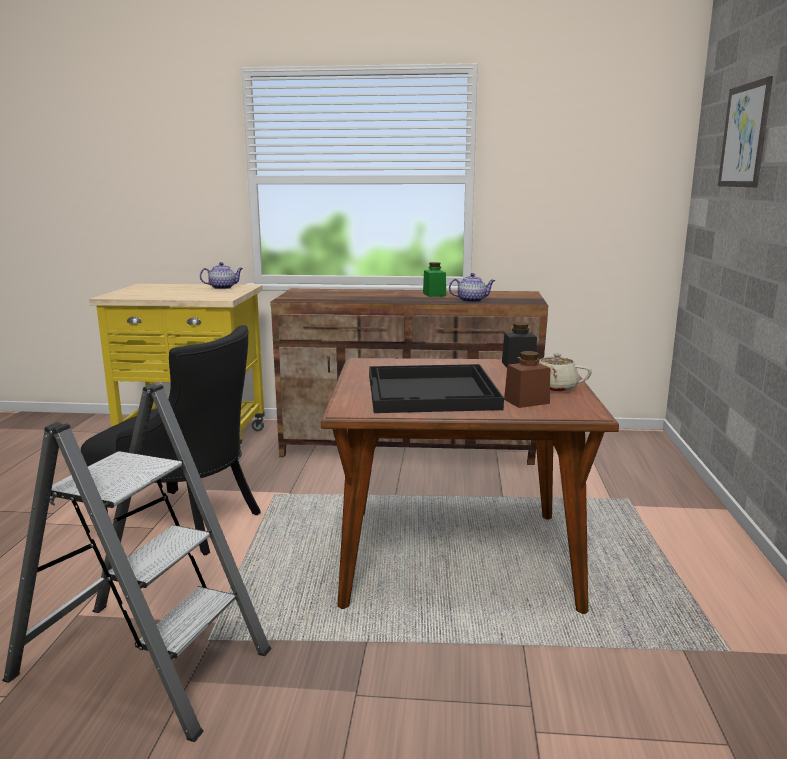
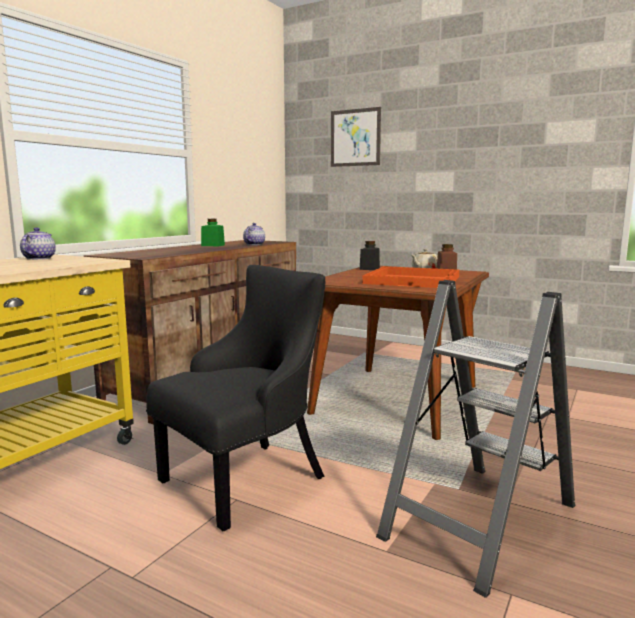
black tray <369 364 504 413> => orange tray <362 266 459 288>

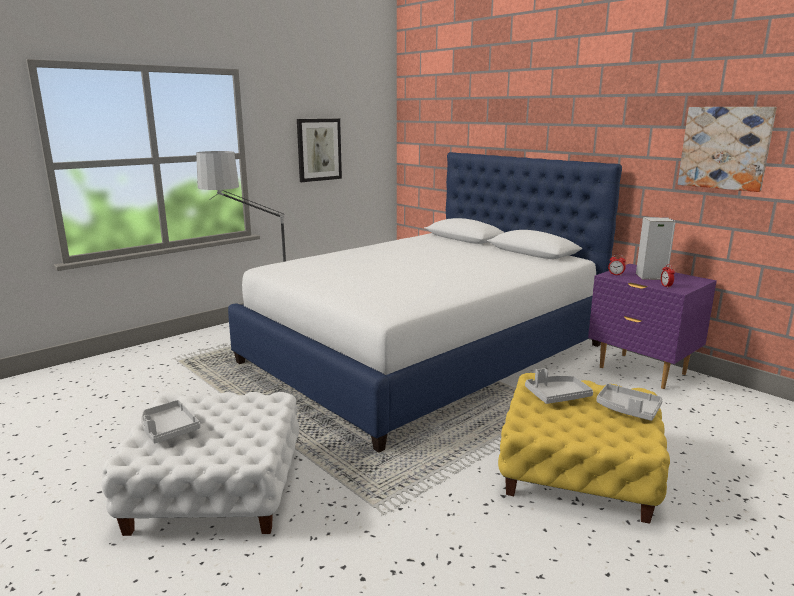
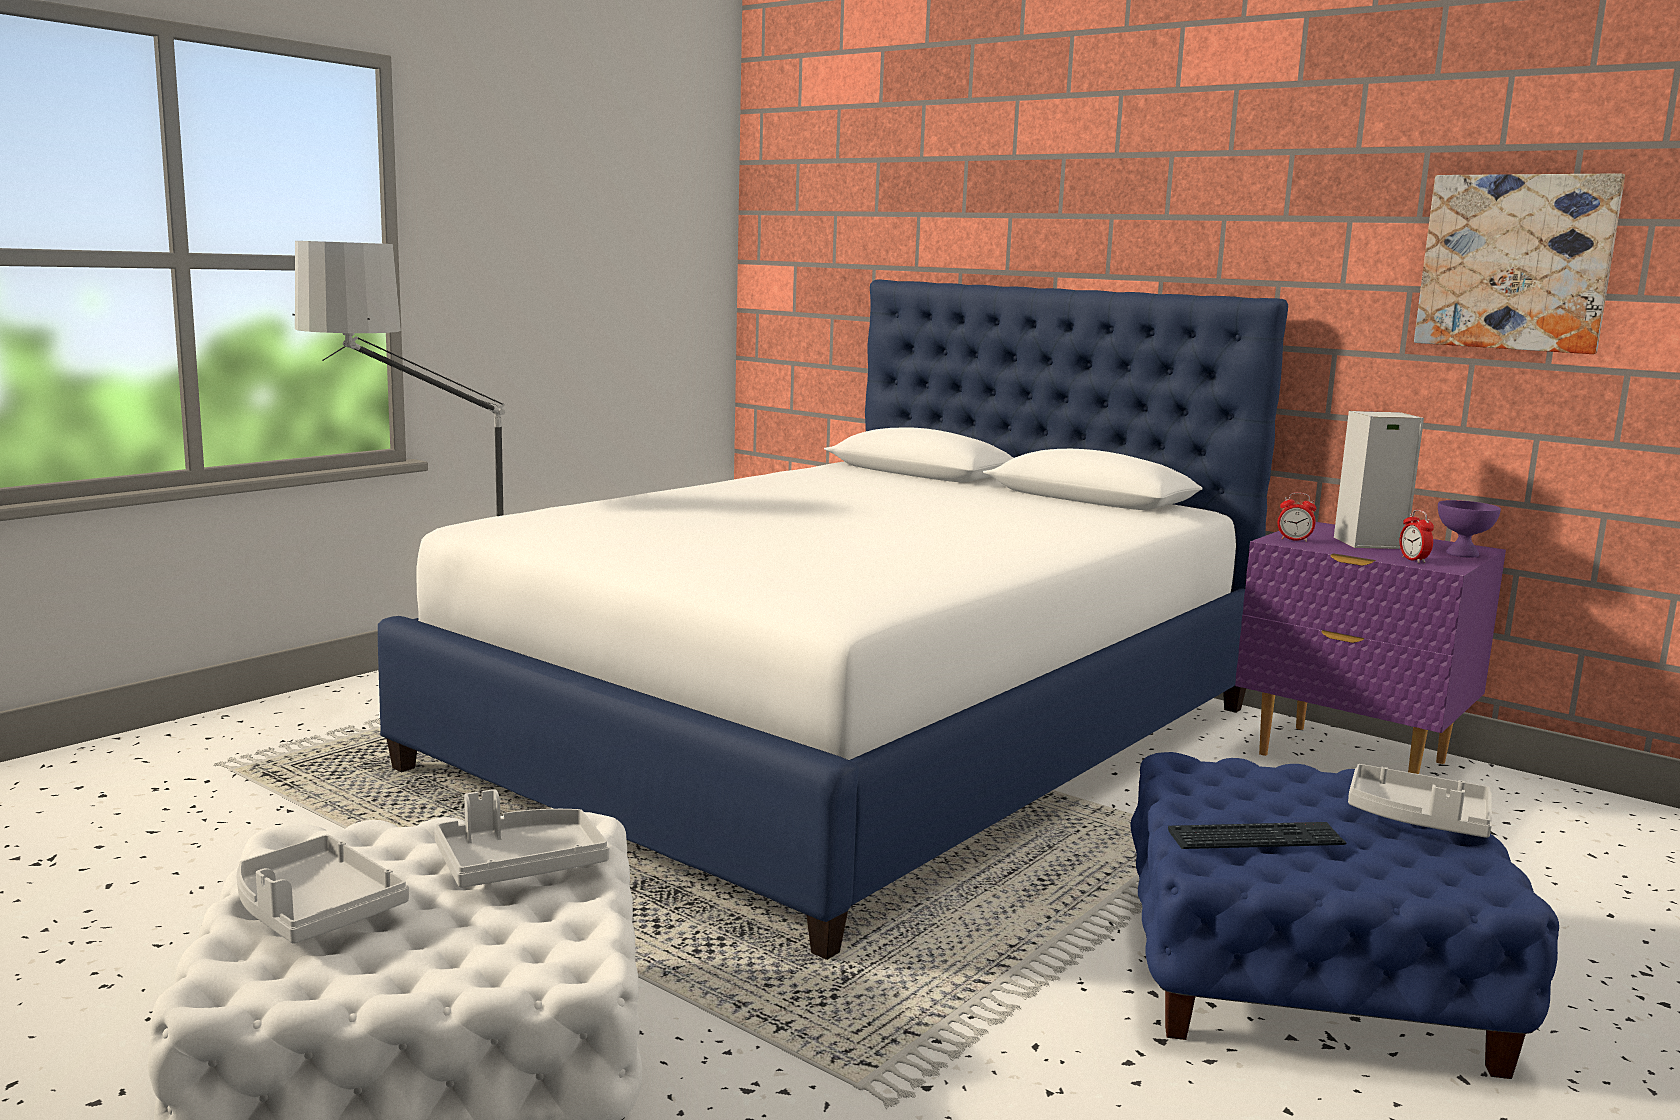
picture <297 119 342 182> => nothing
yellow ottoman <498 373 670 524> => blue ottoman <1130 752 1559 1079>
grey tray <525 368 593 404> => grey tray <434 789 609 888>, moved
nothing => keyboard <1168 822 1346 849>
nothing => purple bowl <1438 500 1501 558>

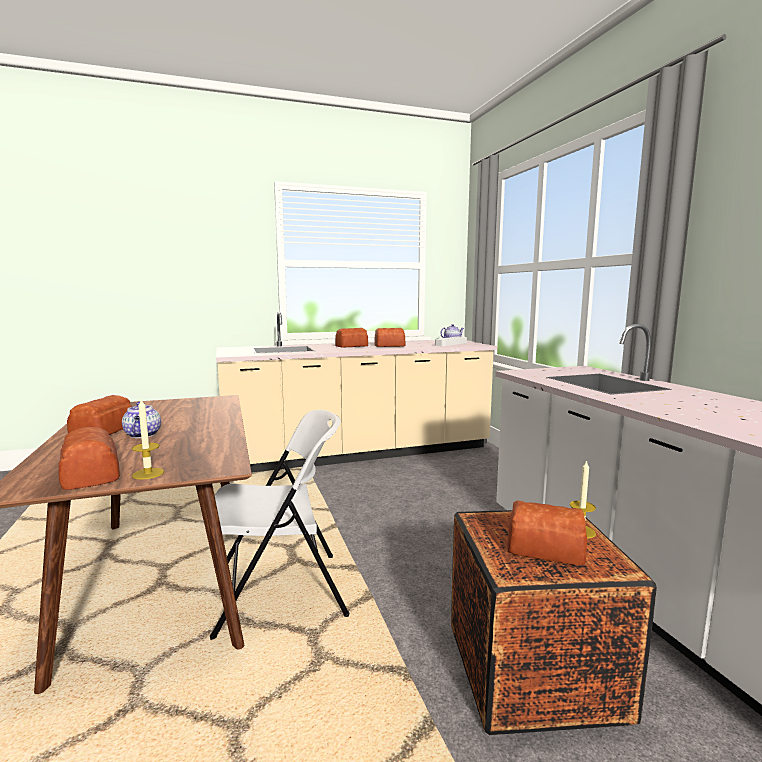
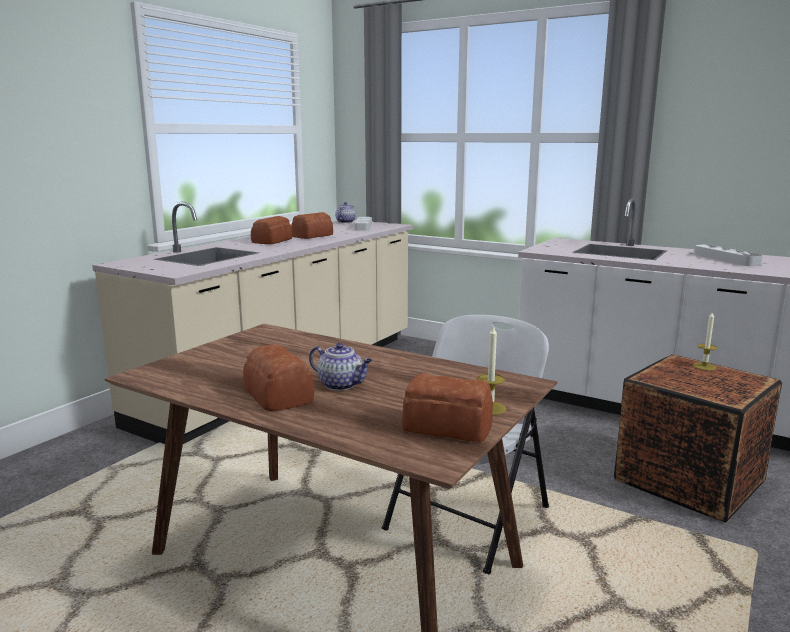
bread <507 500 587 565> => nothing
nothing => grey tray <694 244 763 266>

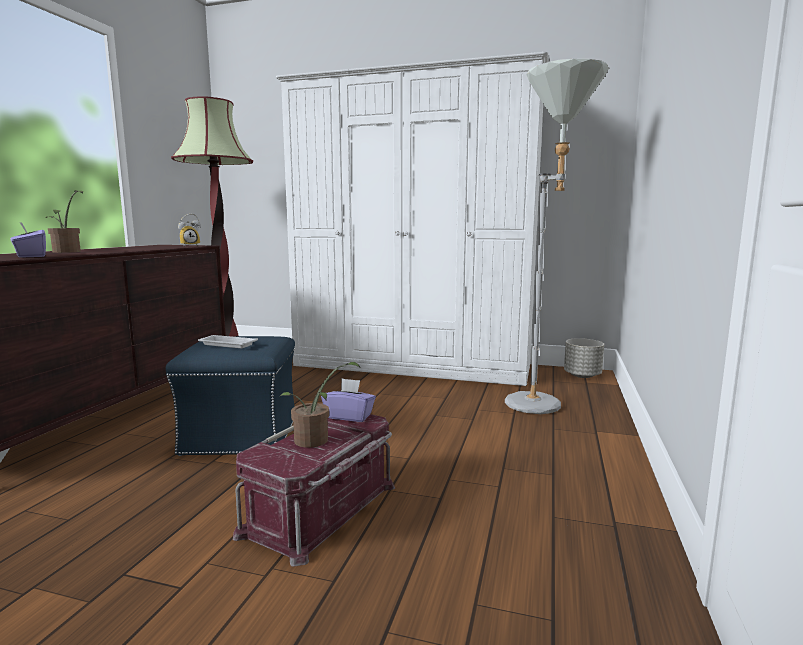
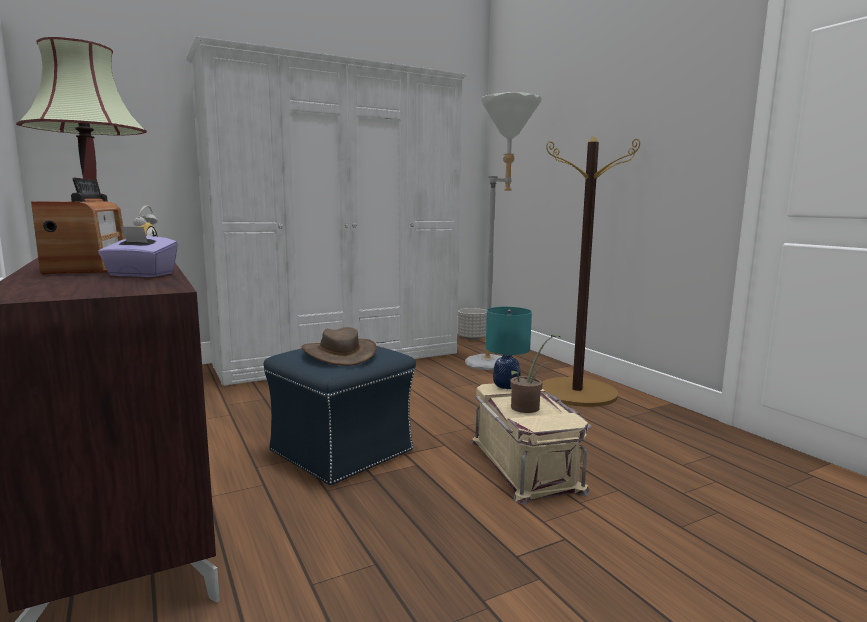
potted plant <46 190 83 253> => radio <31 177 125 274>
white tray <198 335 258 348> => brown hat <301 327 377 366>
red storage box <233 414 395 567> => beige storage box <471 383 591 504>
purple tissue box <321 378 376 422> => turquoise table lamp <486 307 532 389>
nothing => brown clothes rack <542 137 640 407>

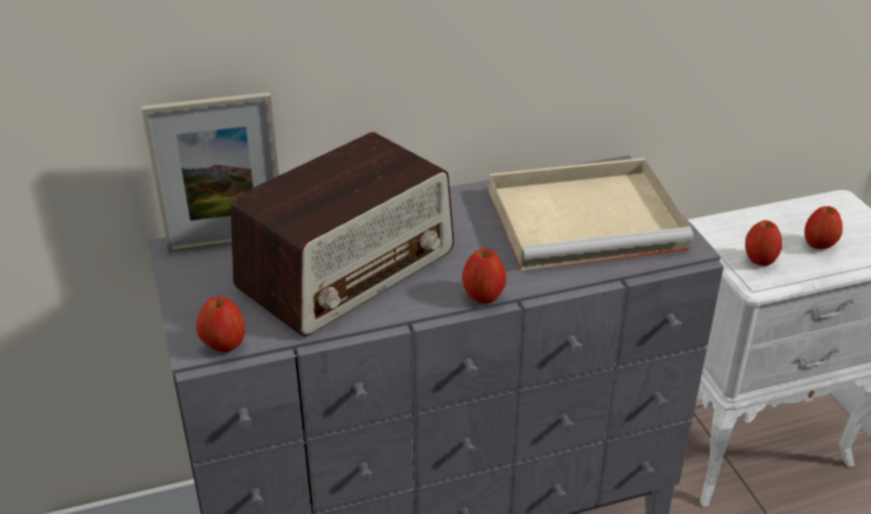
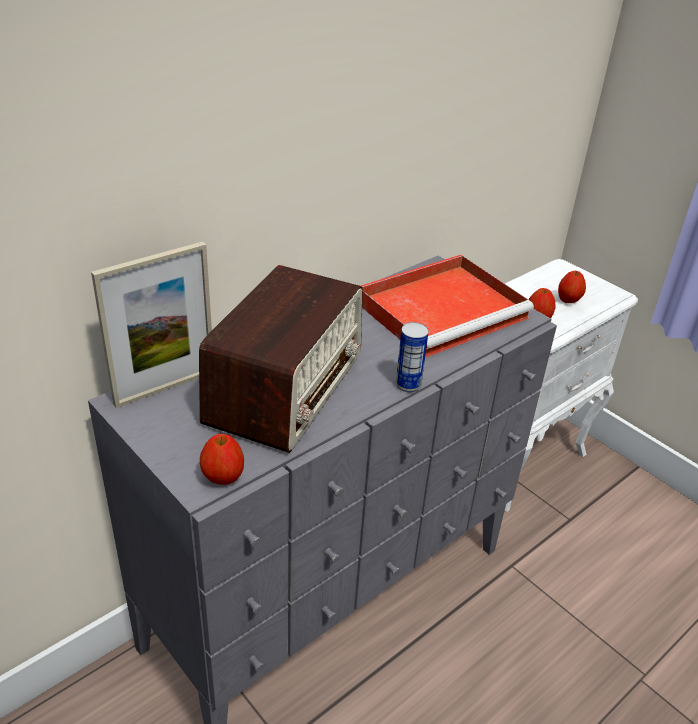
apple <462 248 506 304> => can <396 322 429 392>
beige tray <489 158 693 271> => red tray <361 255 534 358>

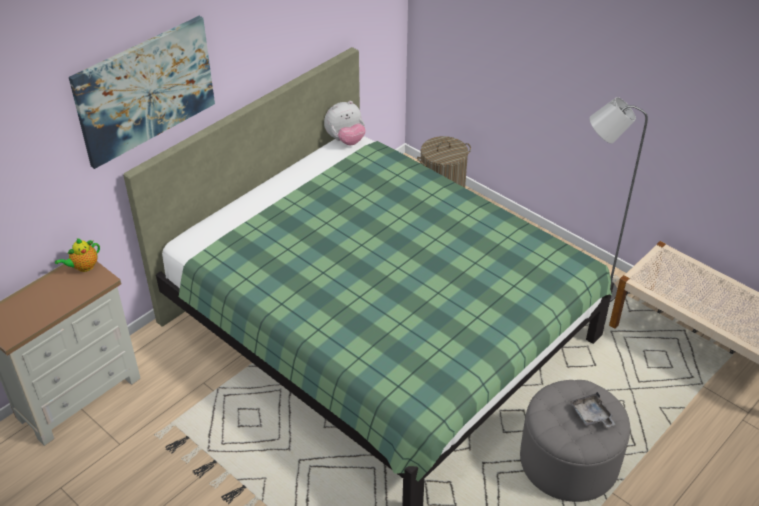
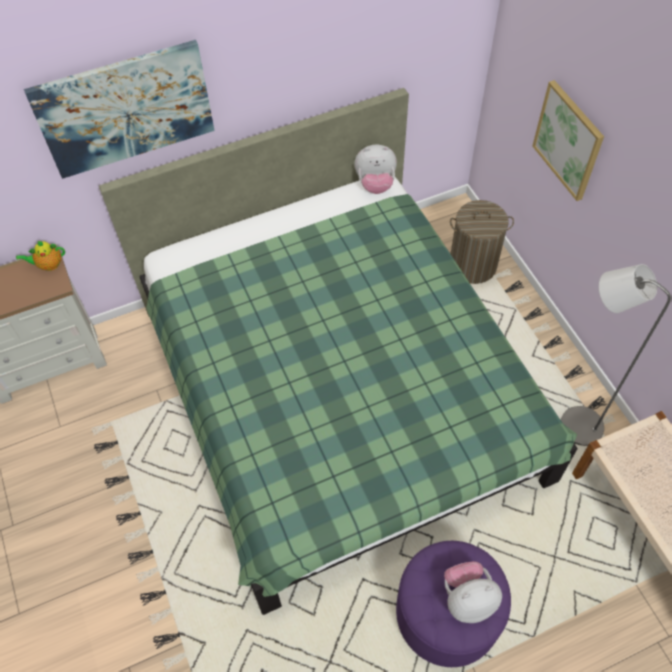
grey ottoman <520 380 630 502> => purple ottoman <396 541 511 667>
grey tray <569 392 616 428> => plush toy <444 561 502 623>
nothing => picture <532 80 604 201>

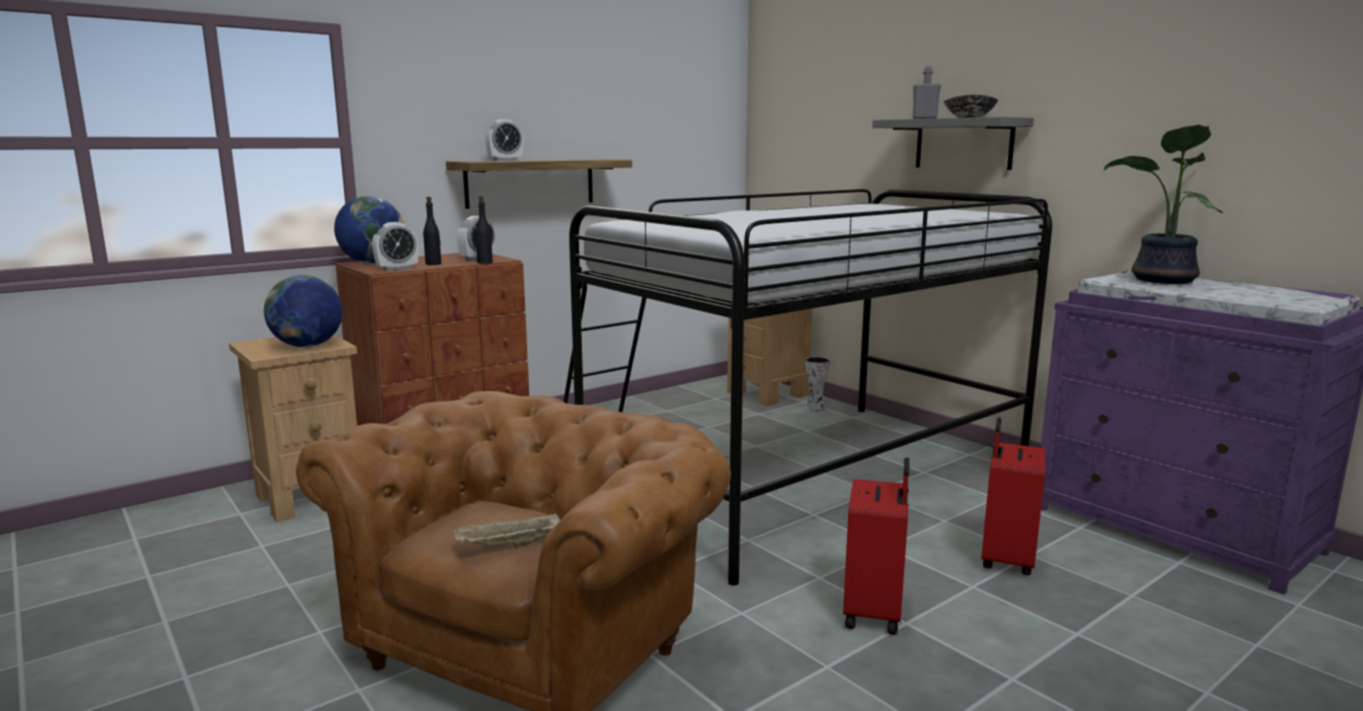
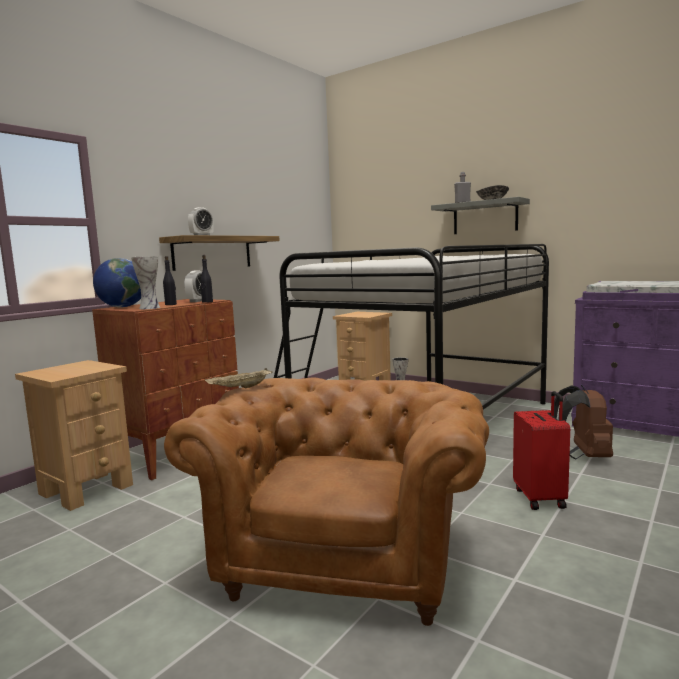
globe <264 275 343 347> => nothing
alarm clock <372 222 419 271> => vase <131 256 160 309>
beige tray <454 512 560 547> => beige tray <205 368 273 388>, moved
red suitcase <981 417 1045 575> => brown backpack <554 385 613 460>
potted plant <1104 124 1223 284> => nothing

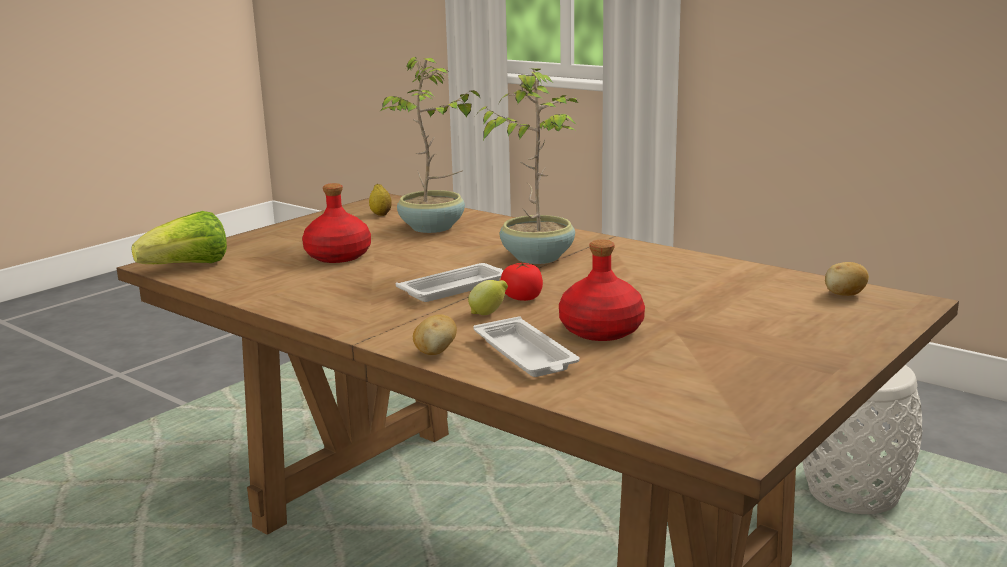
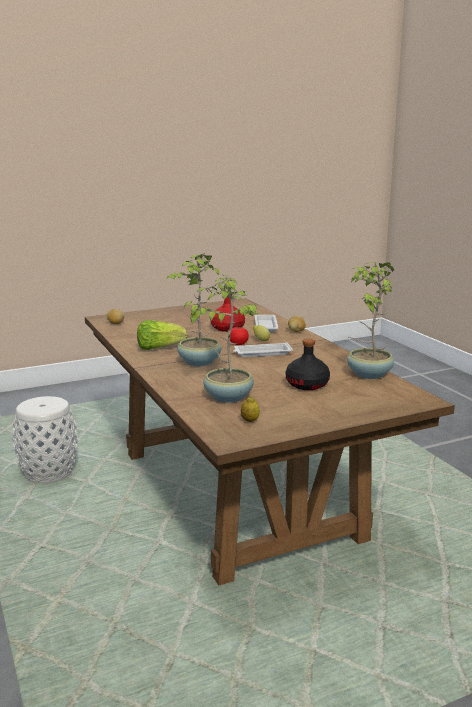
lettuce <131 211 227 264> => lettuce <137 320 188 350>, moved
red bottle <302 183 371 263> => black bottle <286 338 330 390>
nothing => potted plant <347 262 397 379>

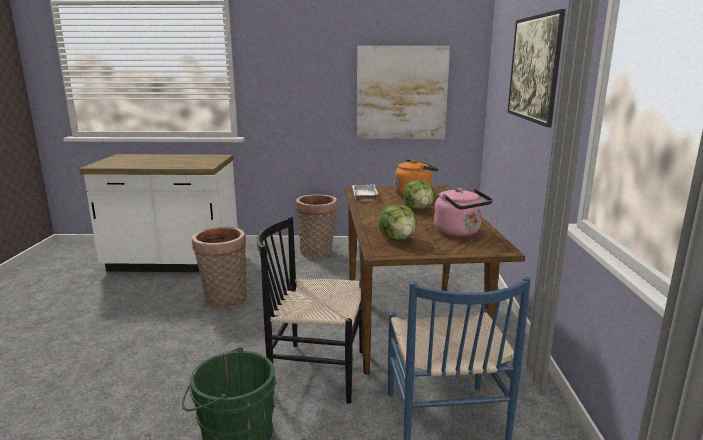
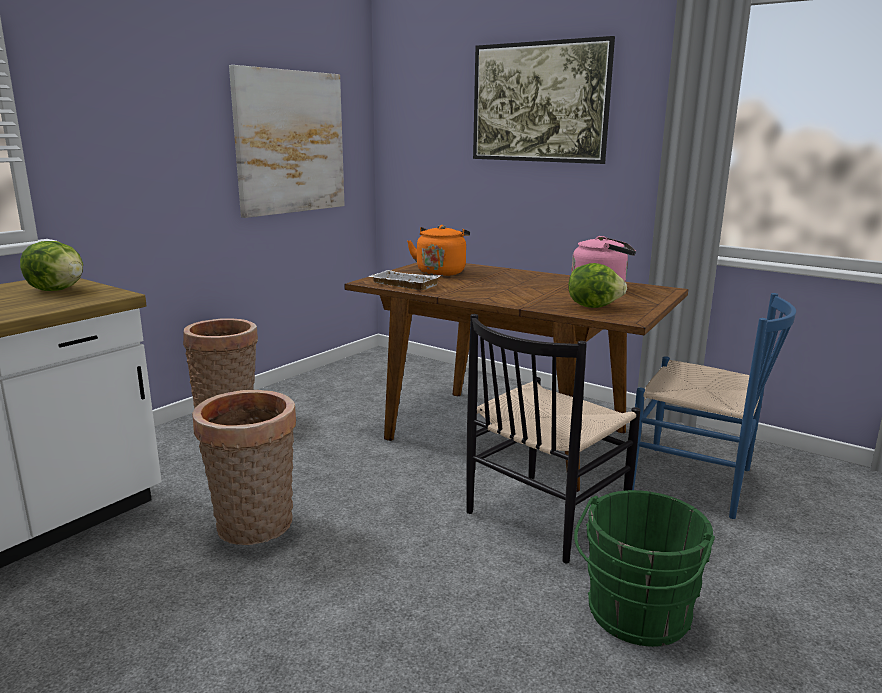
lettuce <403 180 435 210> => lettuce <20 241 83 291>, moved

